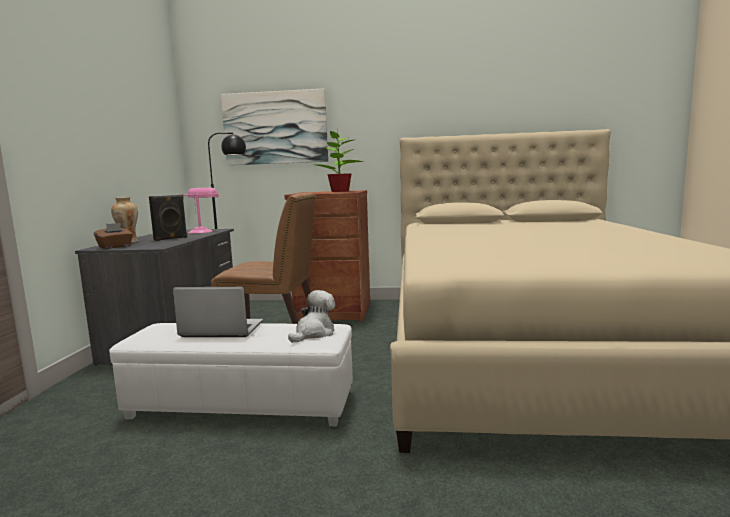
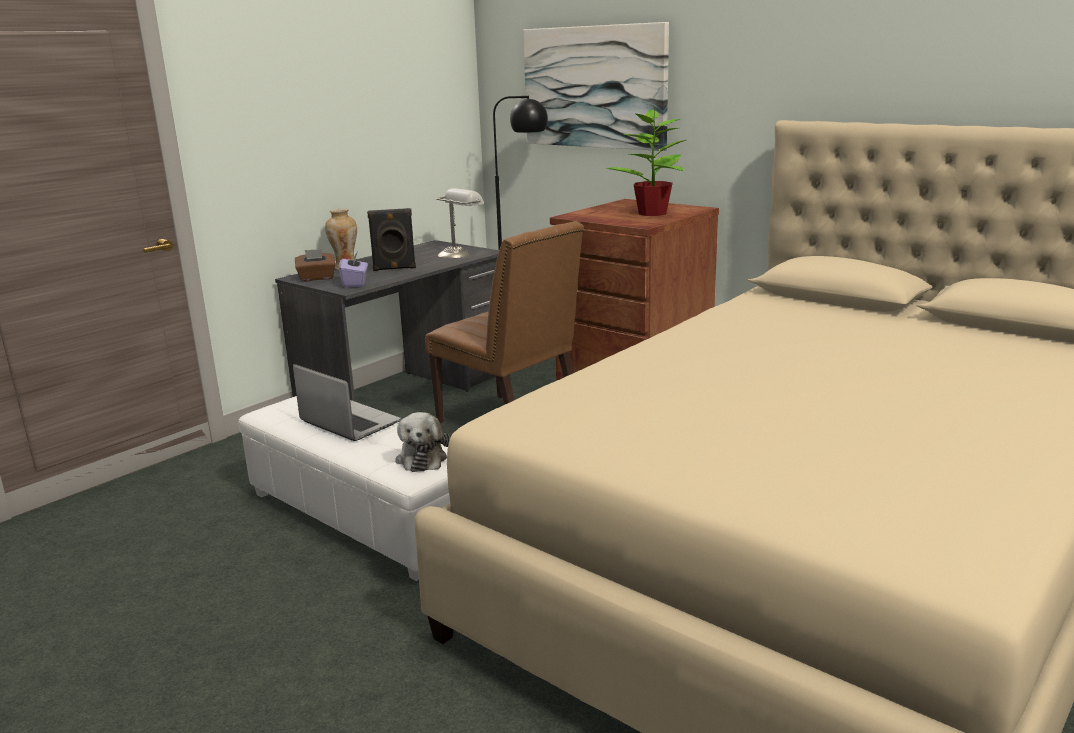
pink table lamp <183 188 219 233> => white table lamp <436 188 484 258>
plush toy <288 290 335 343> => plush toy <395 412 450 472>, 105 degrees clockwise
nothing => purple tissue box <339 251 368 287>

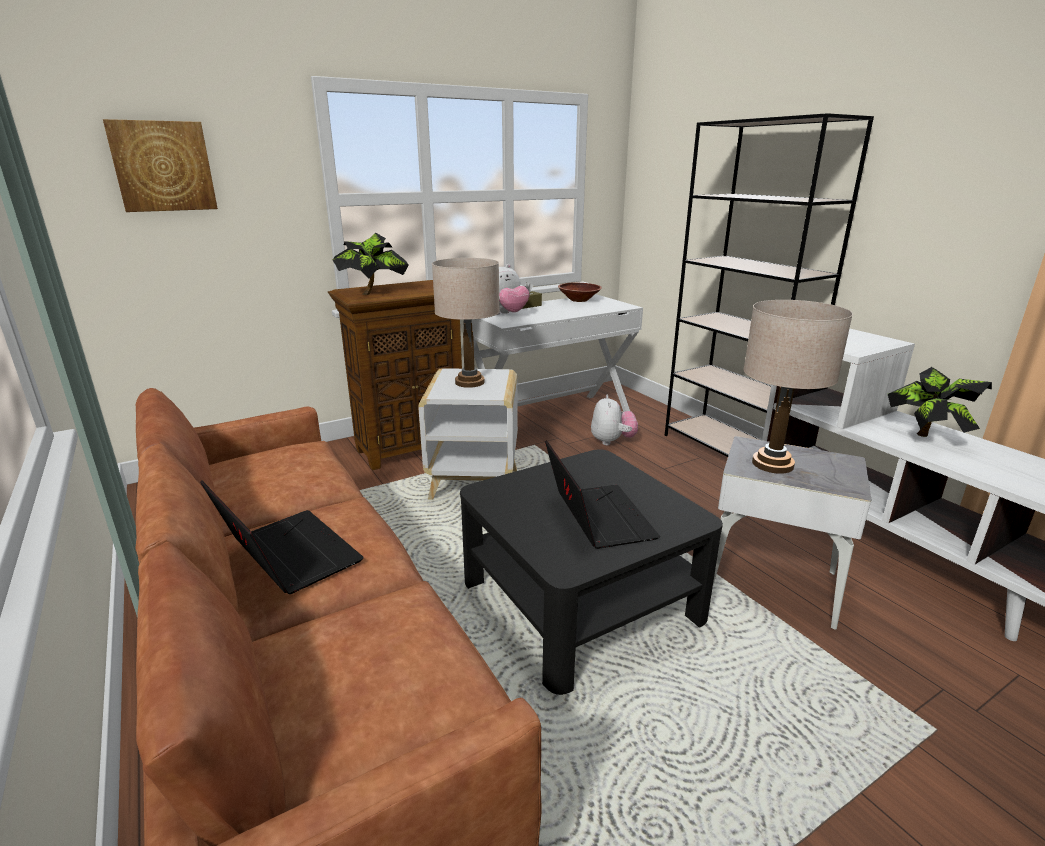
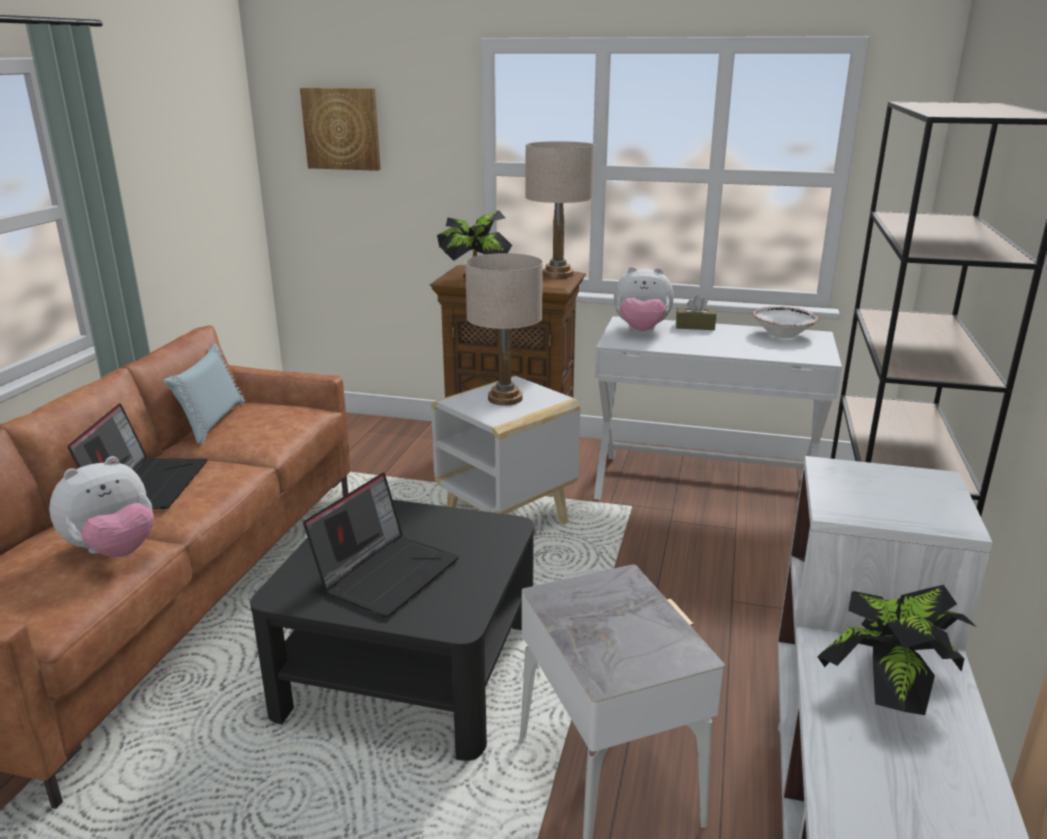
brown bowl <558 283 602 302> => white bowl <753 307 819 338>
plush toy <591 395 638 445> => plush toy <49 456 154 557>, moved
beige table lamp <743 300 853 474> => beige table lamp <525 141 595 279>, moved
nothing => blue pillow <163 344 245 444>

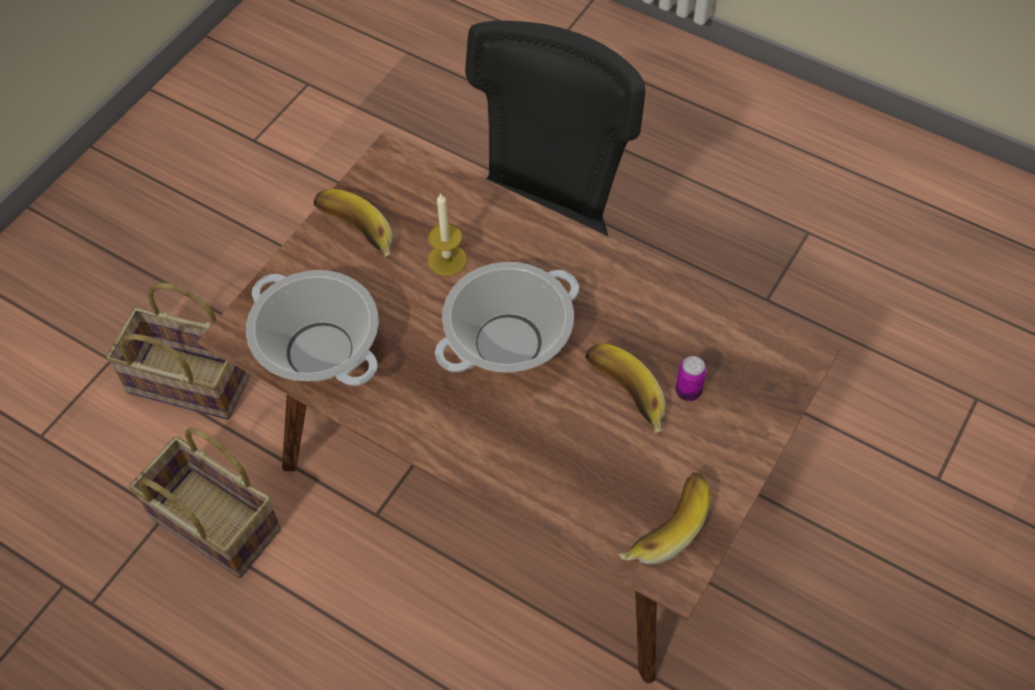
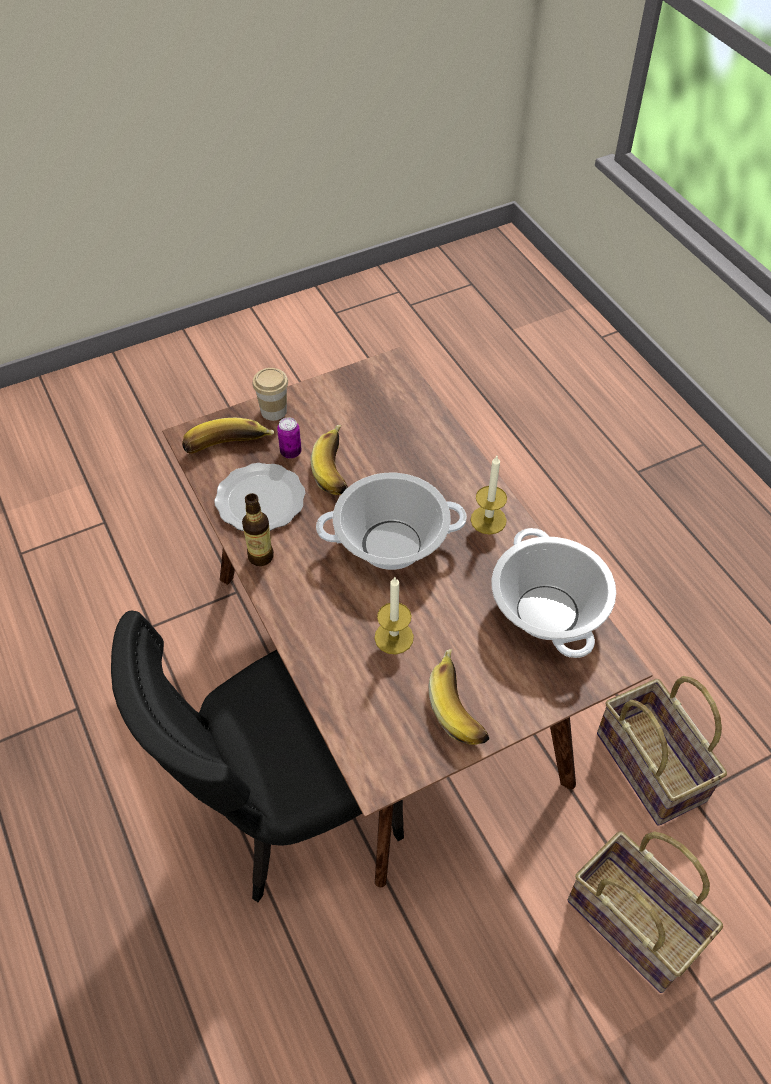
banana <619 472 711 565> => banana <182 418 274 454>, moved
nothing => plate <214 463 305 531>
nothing => bottle <242 493 274 566>
nothing => cup <253 368 288 421>
nothing => candle <471 456 507 535>

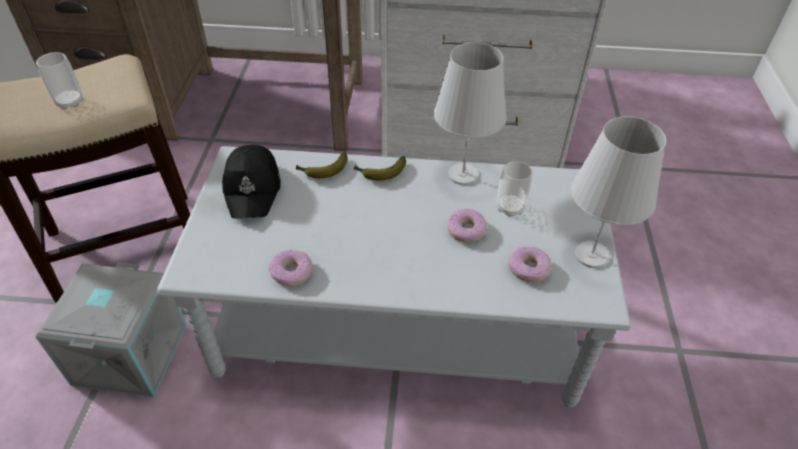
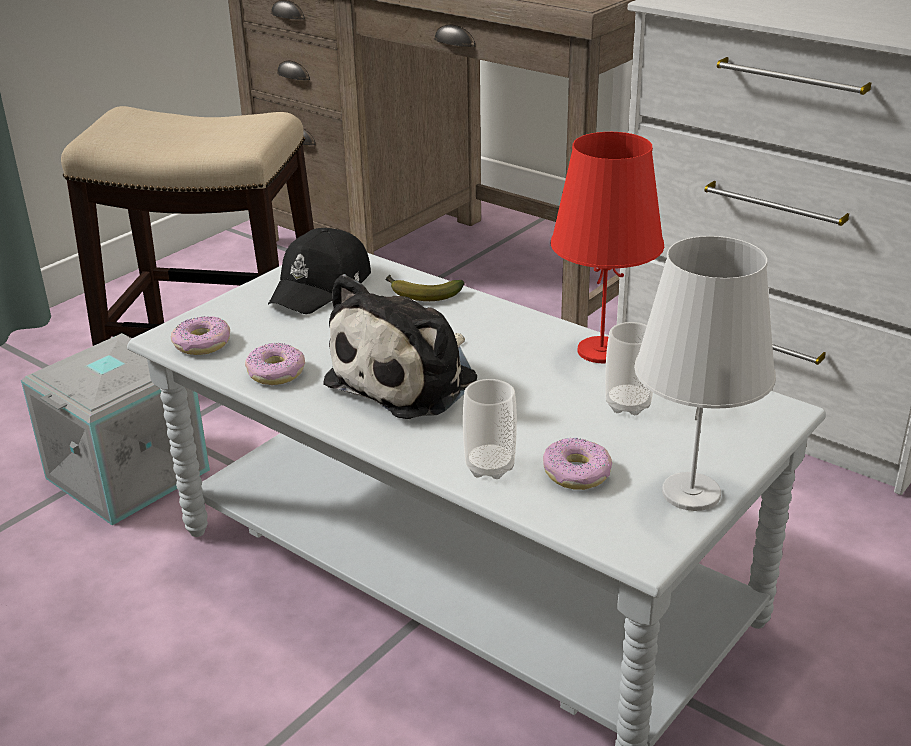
cup <36 52 83 110> => cup <463 379 517 479>, moved
banana <354 156 406 181> => nothing
white table lamp <434 42 507 185> => red table lamp <551 132 664 363>
donut <447 209 487 243> => donut <171 316 230 355>, moved
nothing => plush toy <323 274 477 419>

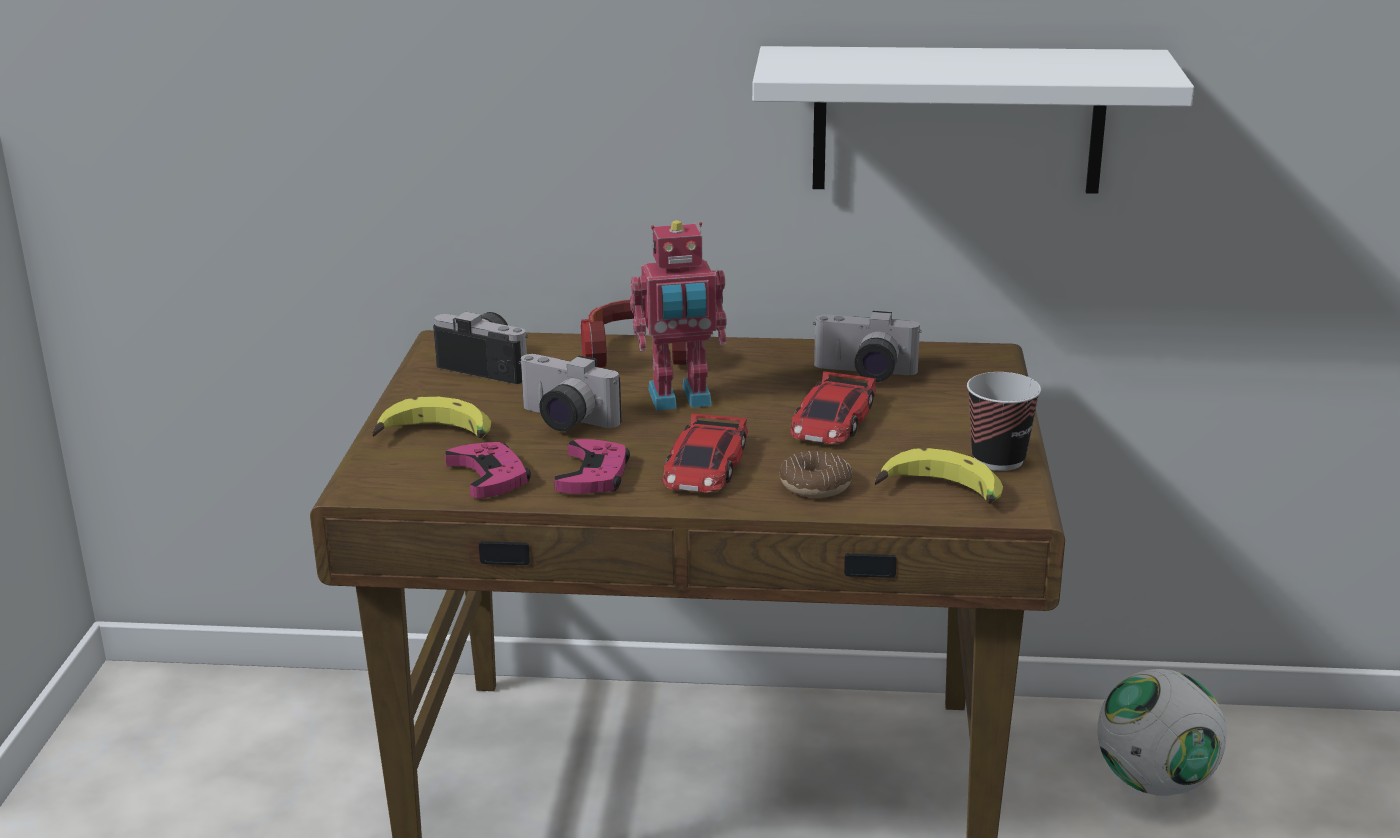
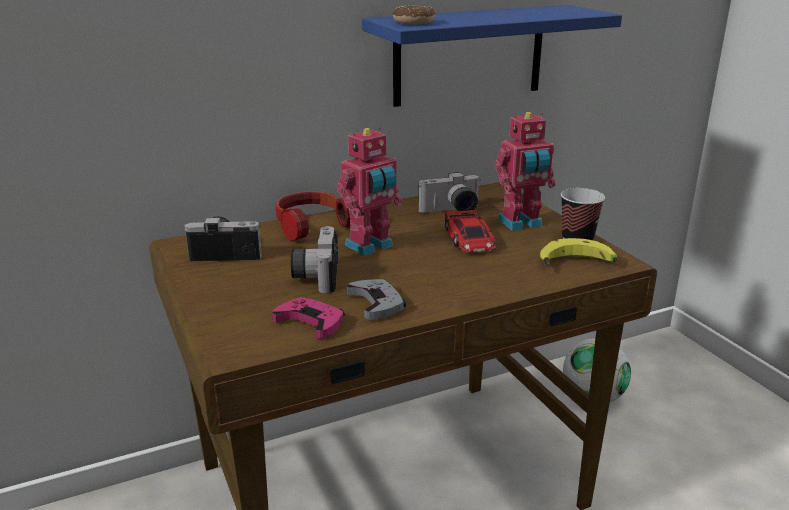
banana <372 397 491 438> => nothing
photo camera <518 354 622 431> => photo camera <291 226 338 293>, 90 degrees clockwise
pink game controller <554 439 630 494> => grey game controller <347 279 406 320>
toy car <662 413 748 493> => nothing
white shelf <752 46 1194 194> => blue shelf <362 5 622 107>
donut <779 451 853 498> => donut <392 5 435 24>, moved
nothing => toy robot <495 112 556 231>

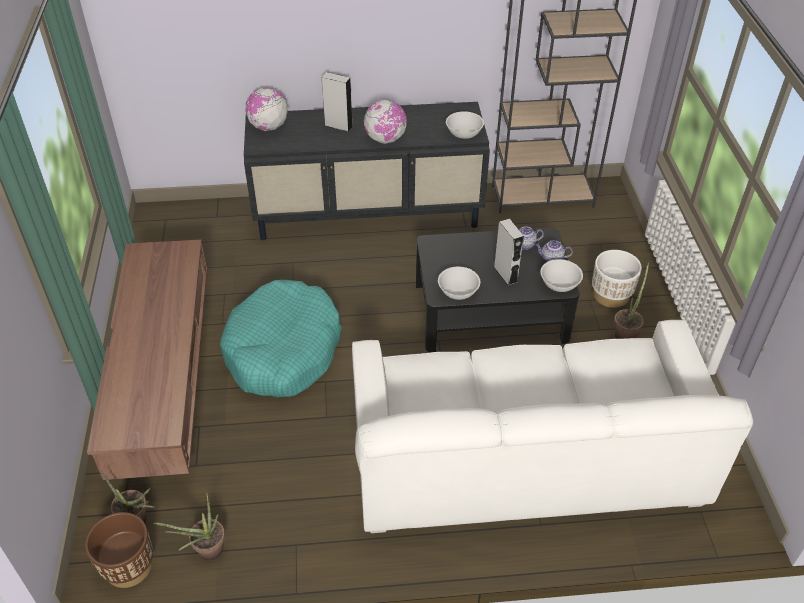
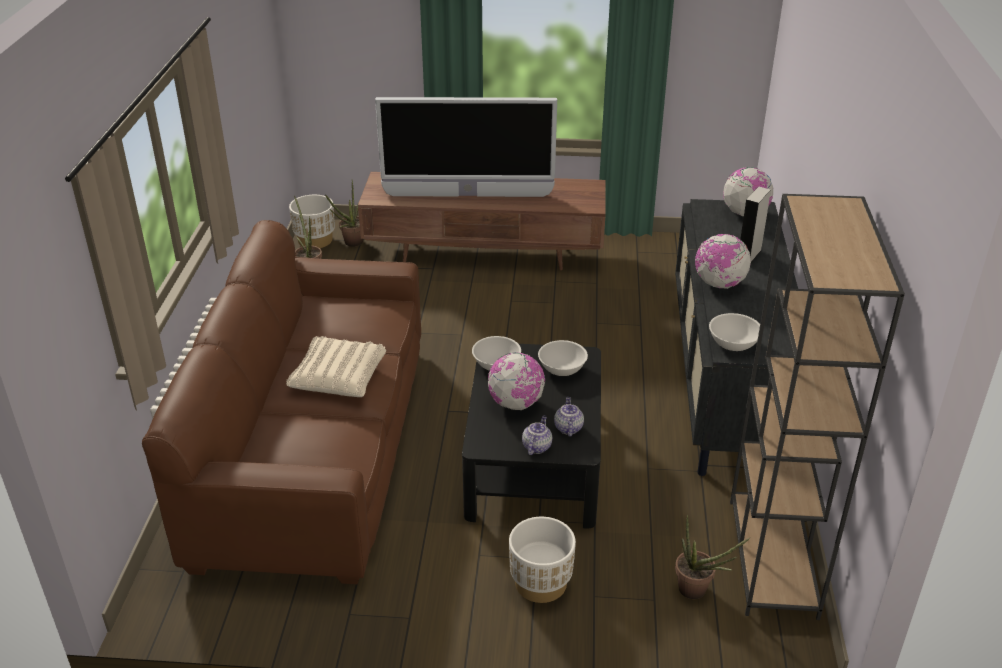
brown planter <85 512 153 588> => white planter <289 195 335 248>
turquoise dog bed <220 280 342 397> => nothing
white sofa <352 319 753 533> => brown sofa <142 220 421 585>
grey speaker <494 219 524 286> => globe <488 352 545 410>
white bowl <540 259 583 292> => white bowl <538 340 588 376>, moved
potted plant <614 262 649 339> => potted plant <675 515 750 599>, moved
nothing => beige pillow <286 336 386 397>
nothing => television <375 97 557 197>

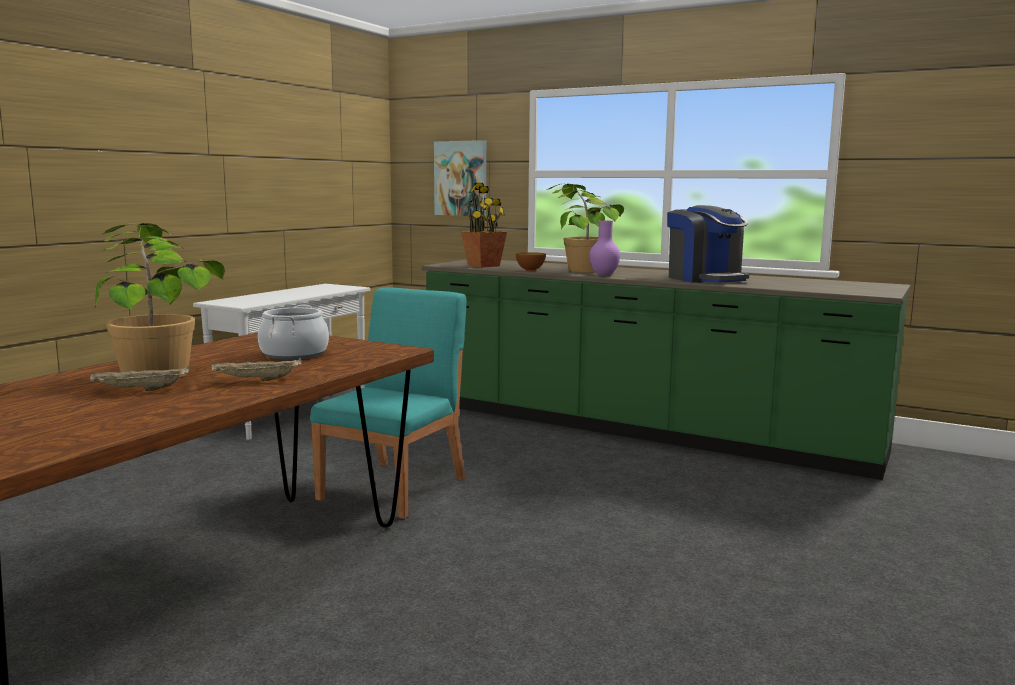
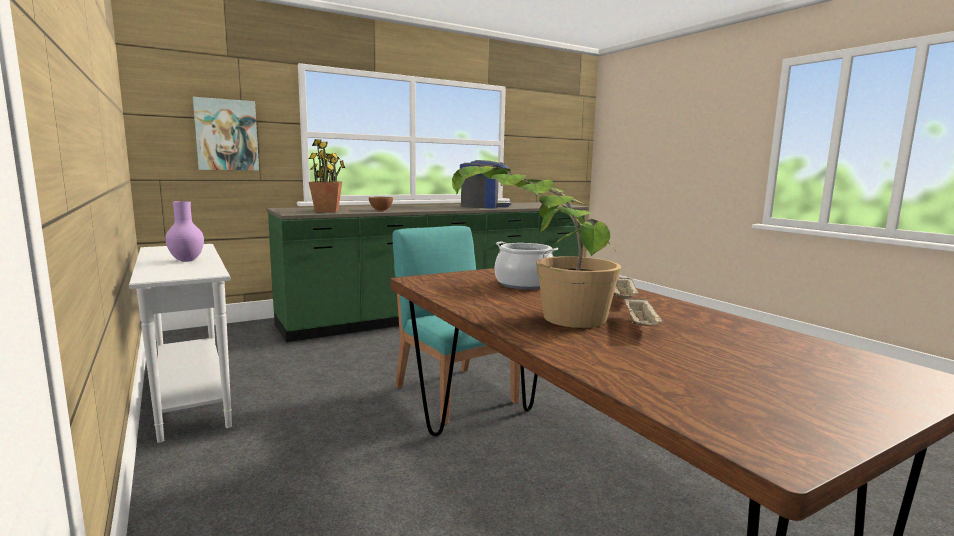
potted plant <547 184 624 273> => nothing
purple vase <589 220 620 276> => purple vase <165 201 204 262>, moved

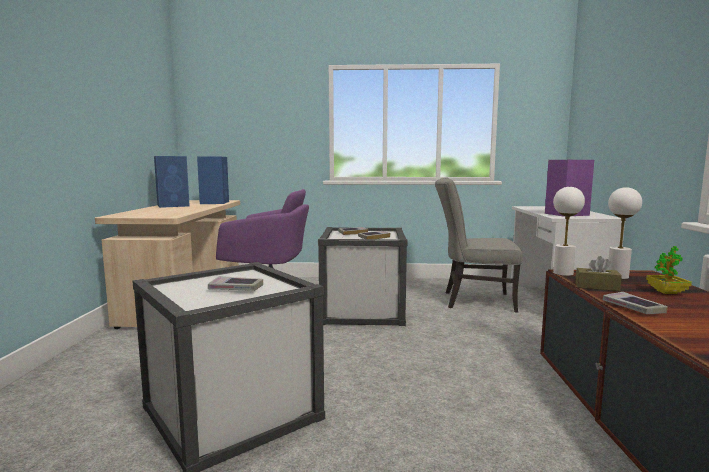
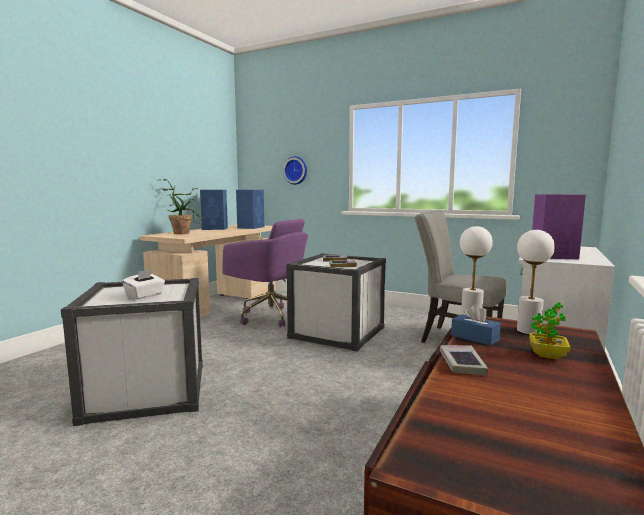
book <208 276 263 291> => white tissue box <122 269 165 300>
brown tissue box <575 256 622 291> => blue tissue box <451 304 501 346>
nothing => potted plant <157 179 205 234>
nothing => wall clock <283 156 307 185>

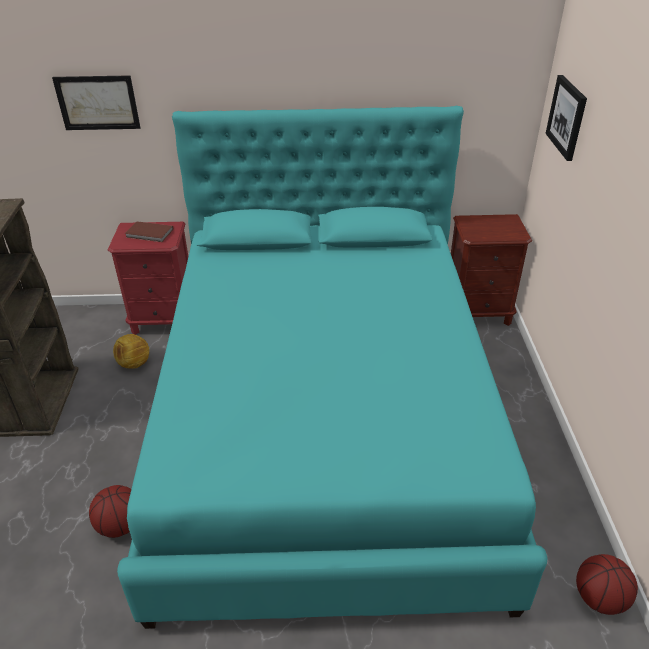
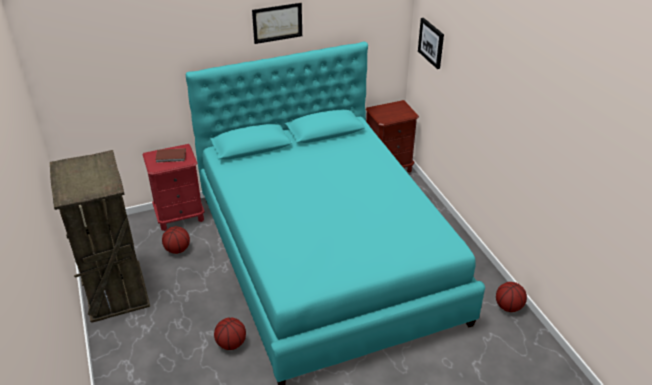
picture <52 75 140 130> => picture <252 3 302 44>, moved
football <113 334 149 369> => basketball <162 226 190 254>

